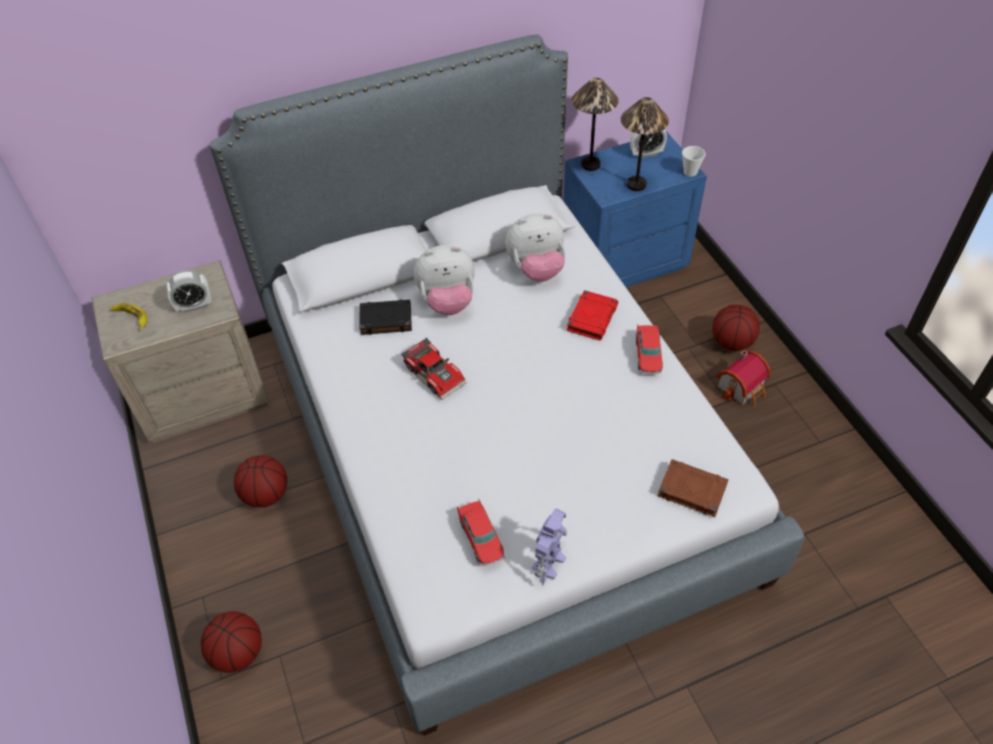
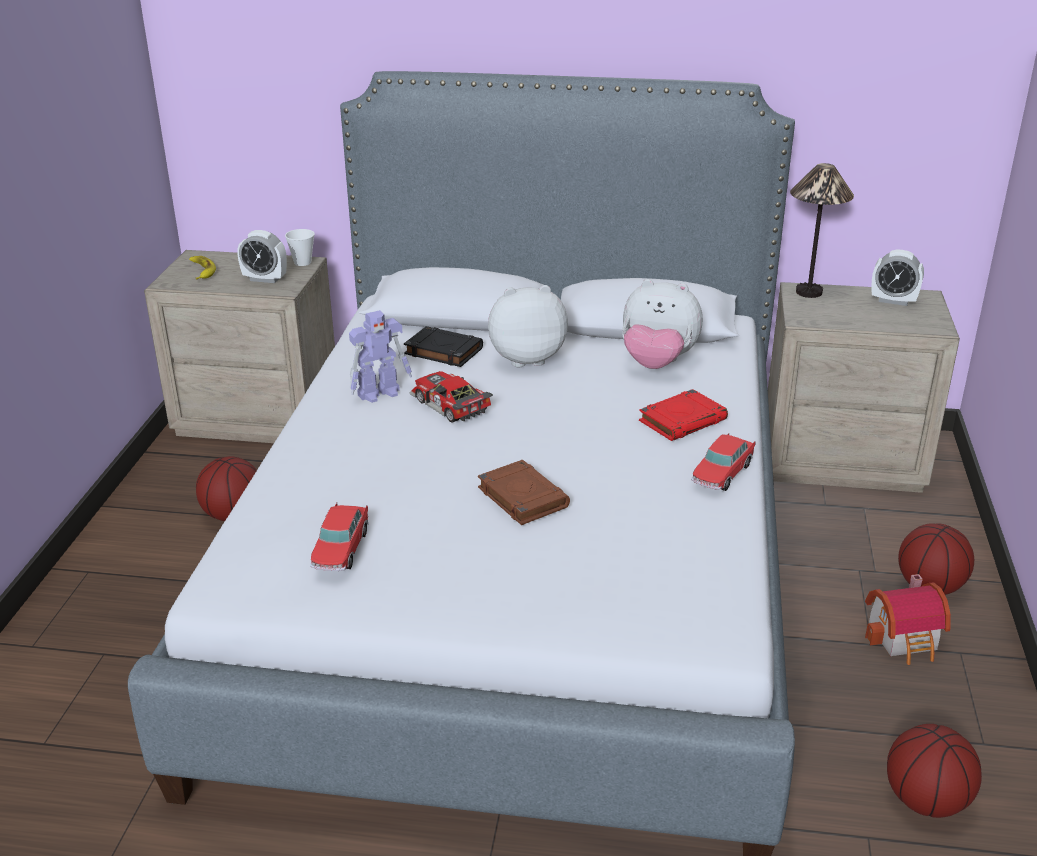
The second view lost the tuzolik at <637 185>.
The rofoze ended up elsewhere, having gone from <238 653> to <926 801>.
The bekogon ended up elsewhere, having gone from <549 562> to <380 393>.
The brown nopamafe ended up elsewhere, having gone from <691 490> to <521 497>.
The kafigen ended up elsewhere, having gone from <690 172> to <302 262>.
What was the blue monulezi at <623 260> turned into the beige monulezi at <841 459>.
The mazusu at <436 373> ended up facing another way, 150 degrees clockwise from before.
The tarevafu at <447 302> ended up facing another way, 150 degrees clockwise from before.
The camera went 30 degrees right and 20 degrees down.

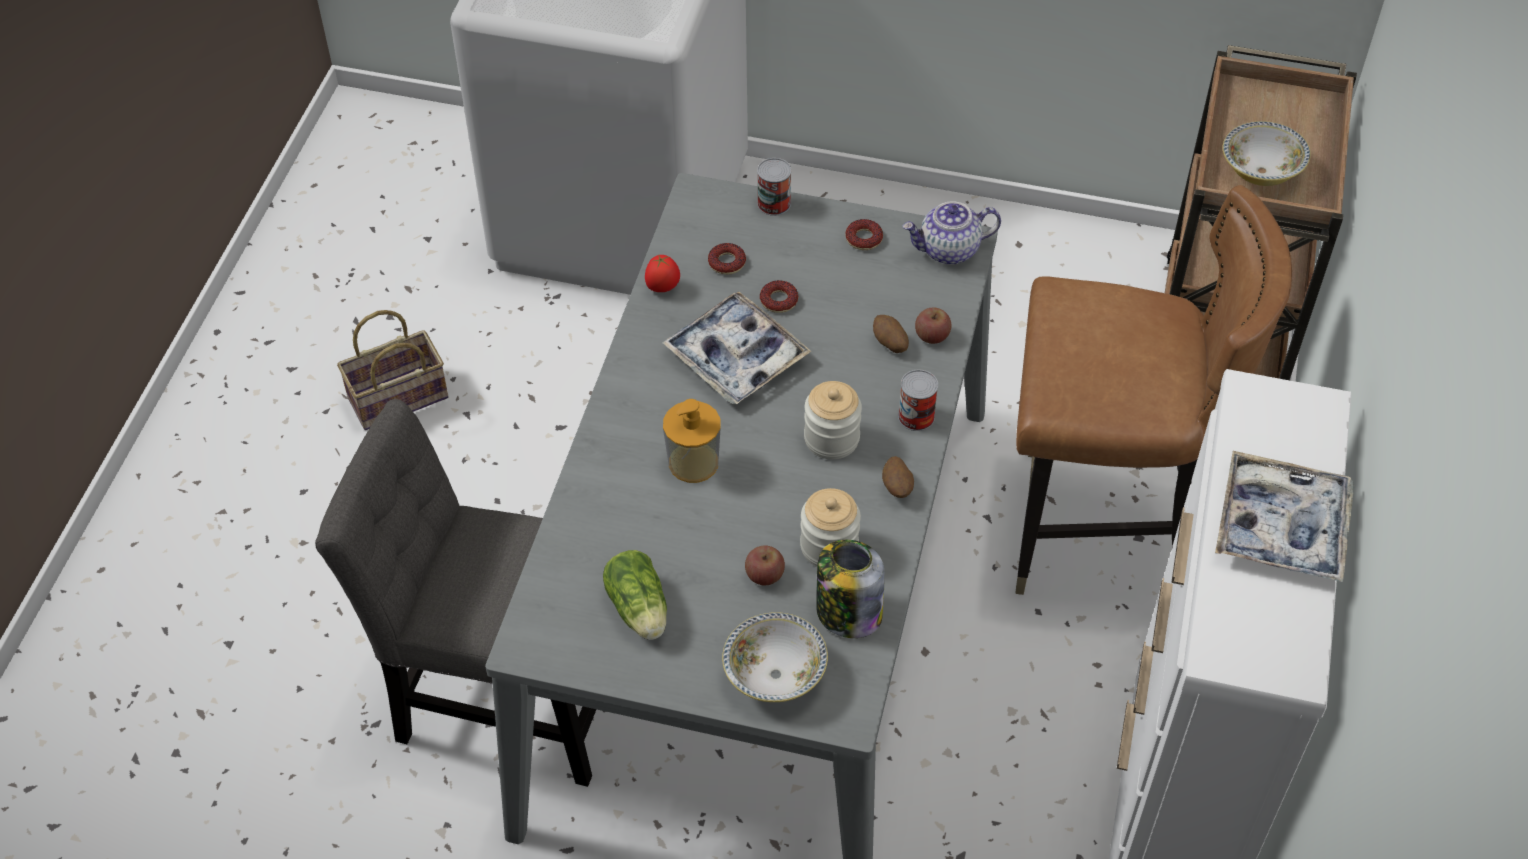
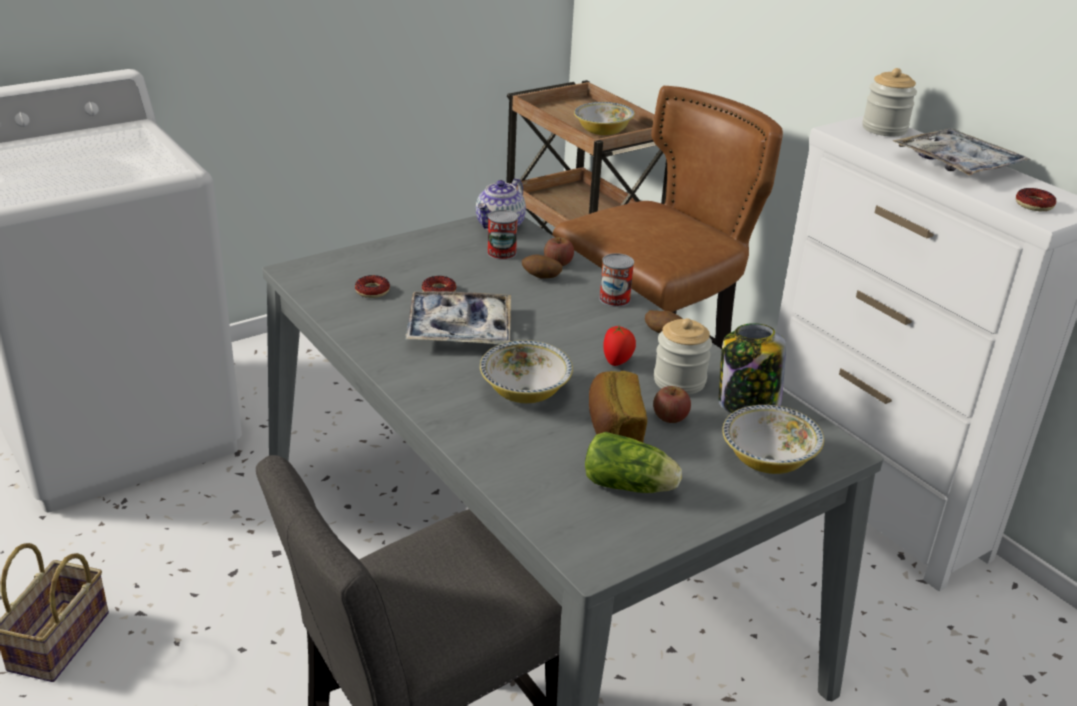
The second view gained the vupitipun at <613 428>.
The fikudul ended up elsewhere, having gone from <663 288> to <617 362>.
The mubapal ended up elsewhere, having gone from <774 203> to <501 253>.
The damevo ended up elsewhere, having gone from <831 438> to <884 129>.
The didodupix ended up elsewhere, having gone from <863 238> to <1034 205>.
Where the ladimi stood at <693 462>, the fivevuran came to stand at <525 392>.
The camera went 50 degrees left and 20 degrees down.

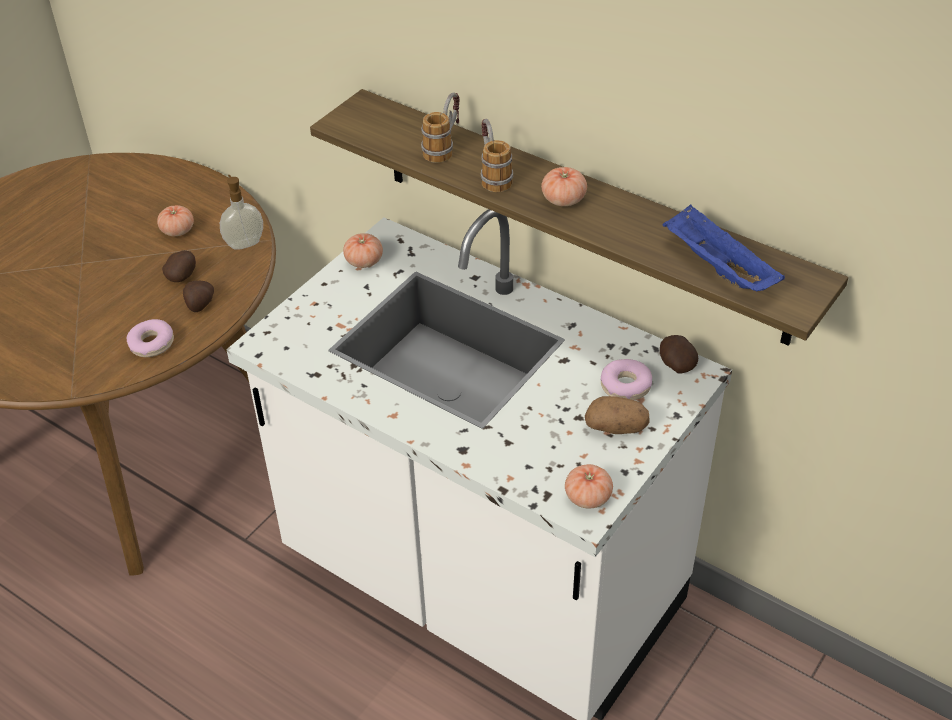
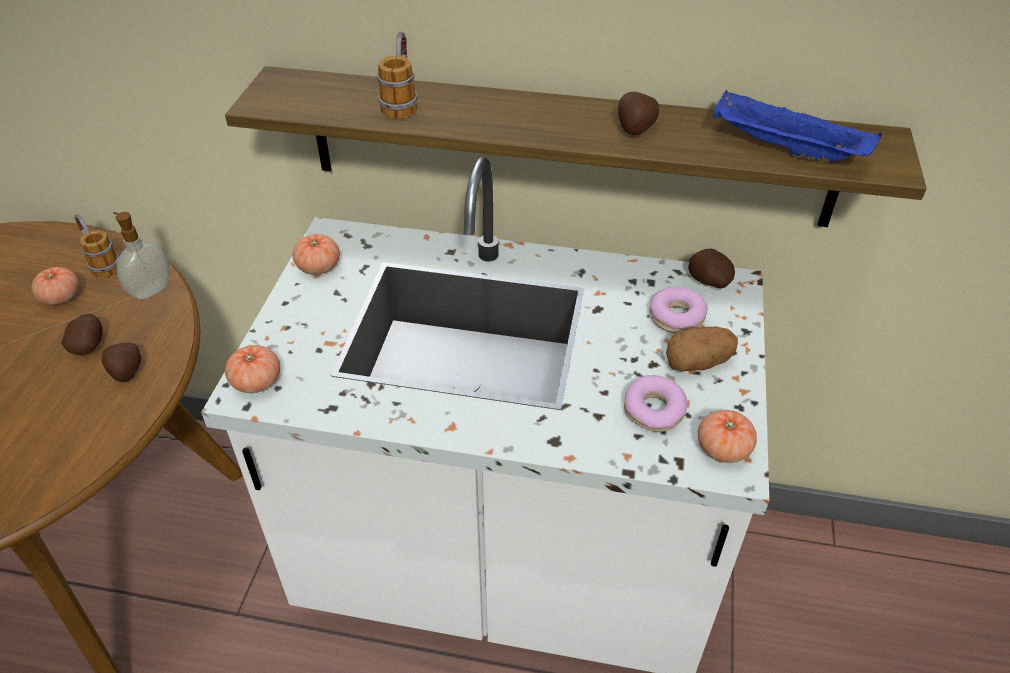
The second view gained the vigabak at <635 129>.
The didodupix ended up elsewhere, having gone from <151 344> to <653 411>.
The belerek ended up elsewhere, having gone from <492 175> to <101 262>.
The fikudul ended up elsewhere, having gone from <563 199> to <256 382>.
The camera went 25 degrees left and 0 degrees up.

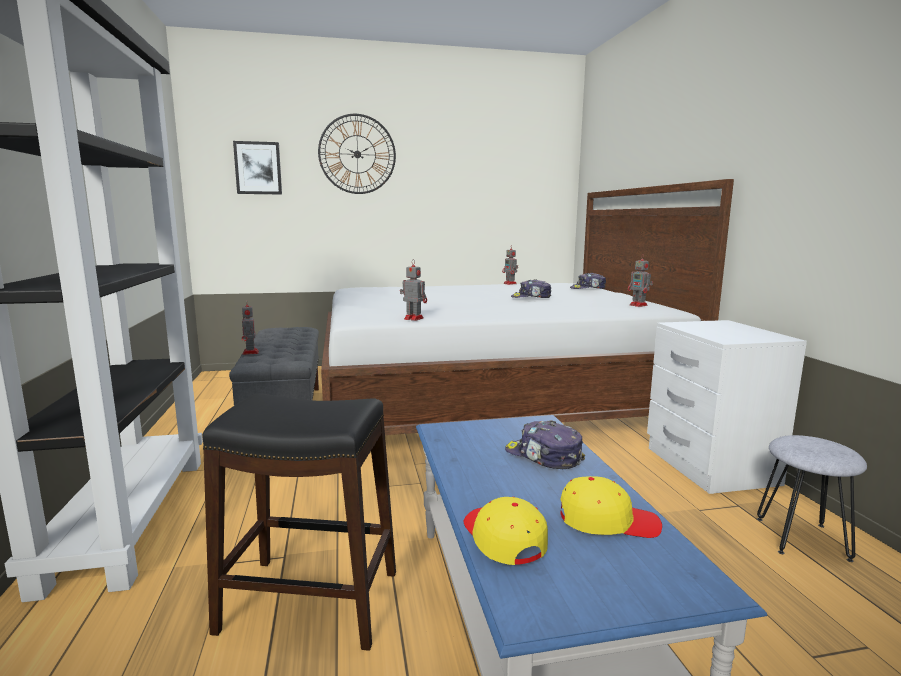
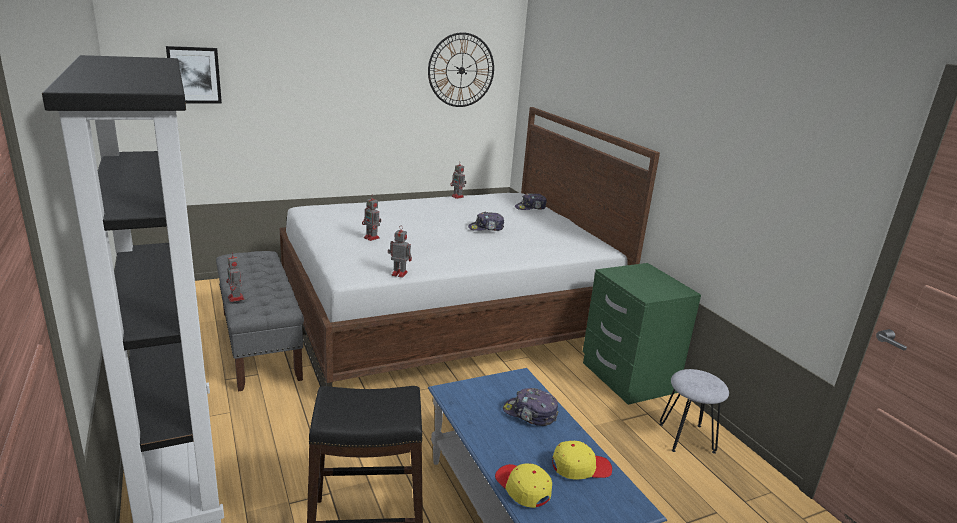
The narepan ended up elsewhere, having gone from <357 154> to <461 70>.
The bekogon ended up elsewhere, having gone from <639 305> to <372 238>.
What was the white monulezi at <708 466> turned into the green monulezi at <627 378>.
The camera went 15 degrees left and 10 degrees up.

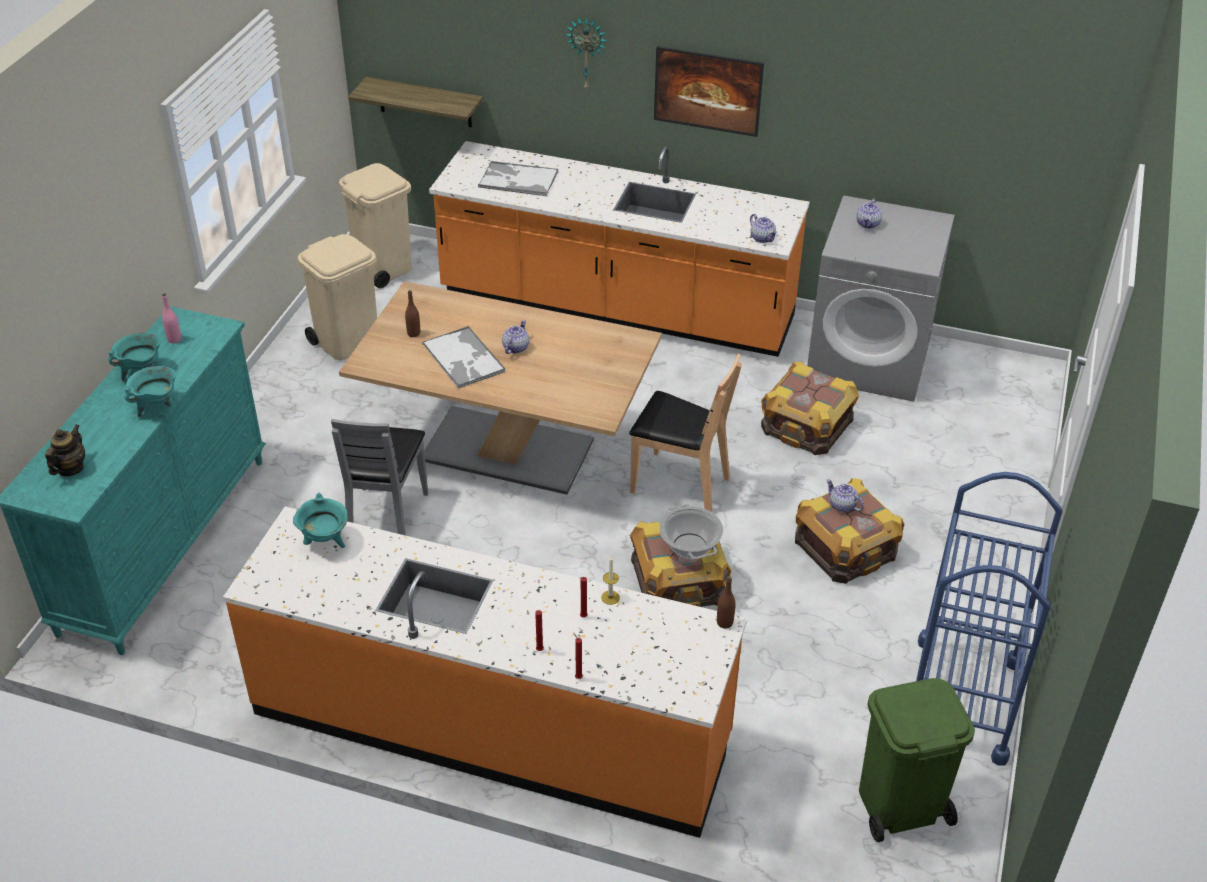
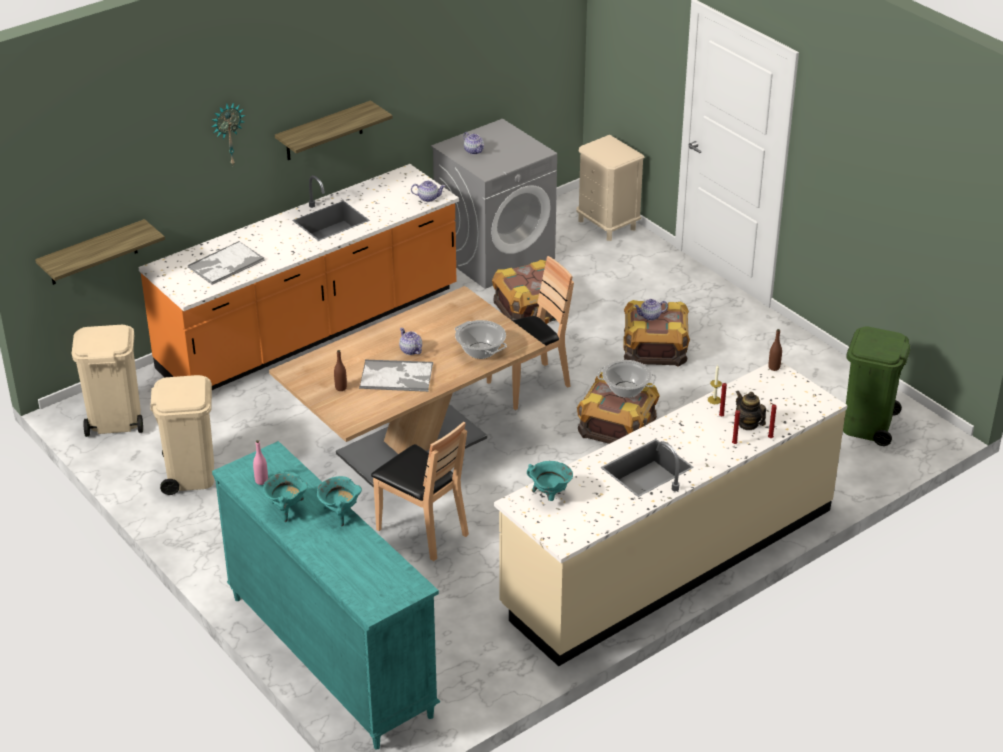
The second view lost the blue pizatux at <961 699>.
The second view gained the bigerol at <481 351>.
The second view gained the beige monulezi at <607 224>.
The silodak ended up elsewhere, having gone from <70 468> to <748 424>.
Where the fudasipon hung at <706 109>, the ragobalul came to hang at <324 131>.
What was the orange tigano at <491 725> turned into the beige tigano at <668 558>.
What was the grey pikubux at <386 518> turned into the brown pikubux at <422 531>.
The camera went 55 degrees left and 5 degrees down.

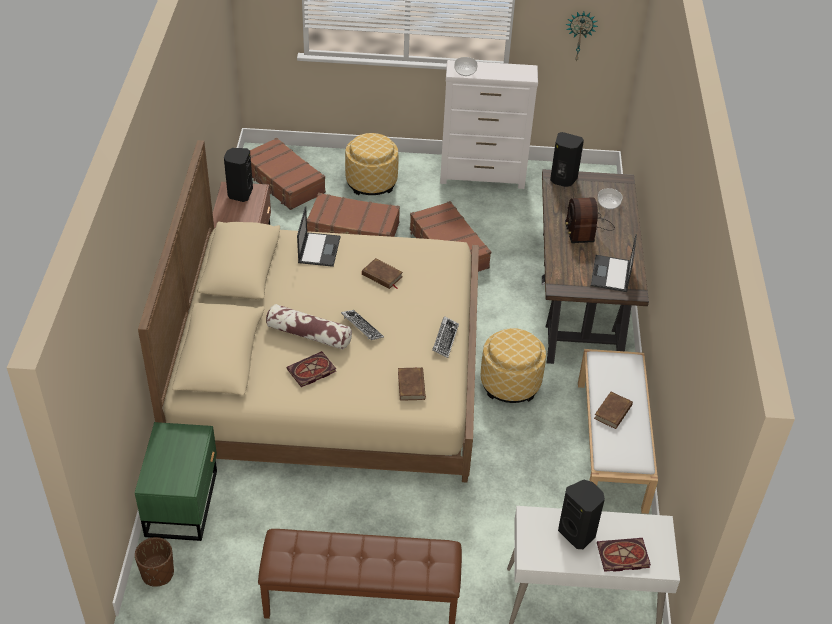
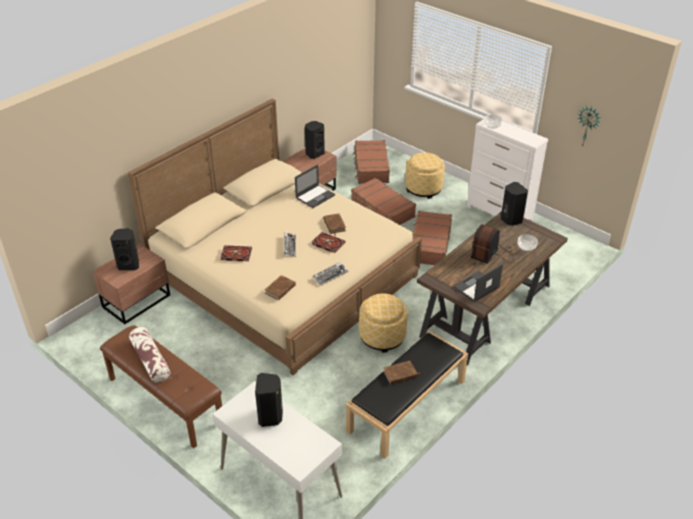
The second view lost the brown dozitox at <157 574>.
The second view gained the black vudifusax at <129 265>.
The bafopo ended up elsewhere, having gone from <308 334> to <150 360>.
The nopamafe ended up elsewhere, having gone from <622 557> to <327 243>.
What was the green monulezi at <183 502> turned into the brown monulezi at <138 301>.
What was the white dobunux at <612 445> turned into the black dobunux at <407 406>.
The camera went 40 degrees right and 5 degrees down.

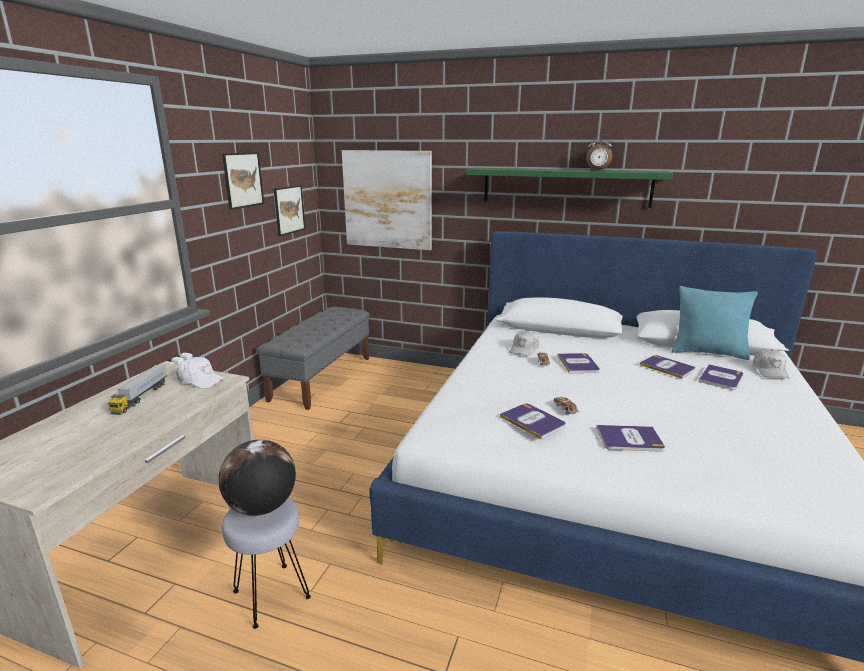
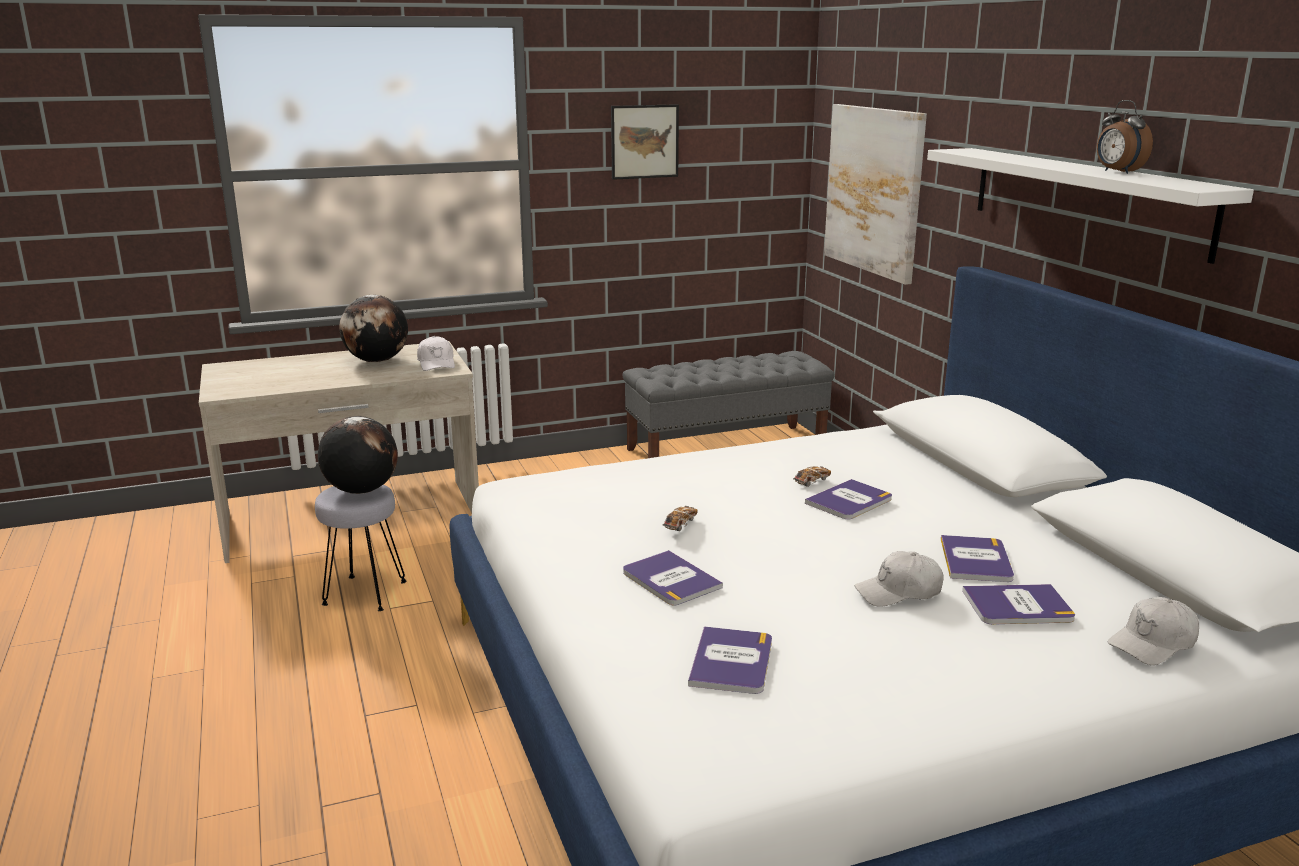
The second view lost the fudasipon at <289 210>.
The second view lost the turquoise bafopo at <708 352>.
The nopamafe ended up elsewhere, having gone from <533 421> to <731 661>.
The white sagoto ended up elsewhere, having gone from <524 349> to <899 592>.
Where the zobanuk stood at <141 397>, the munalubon came to stand at <377 361>.
What was the green ragobalul at <565 187> turned into the white ragobalul at <1085 199>.
The camera went 50 degrees right and 0 degrees up.

